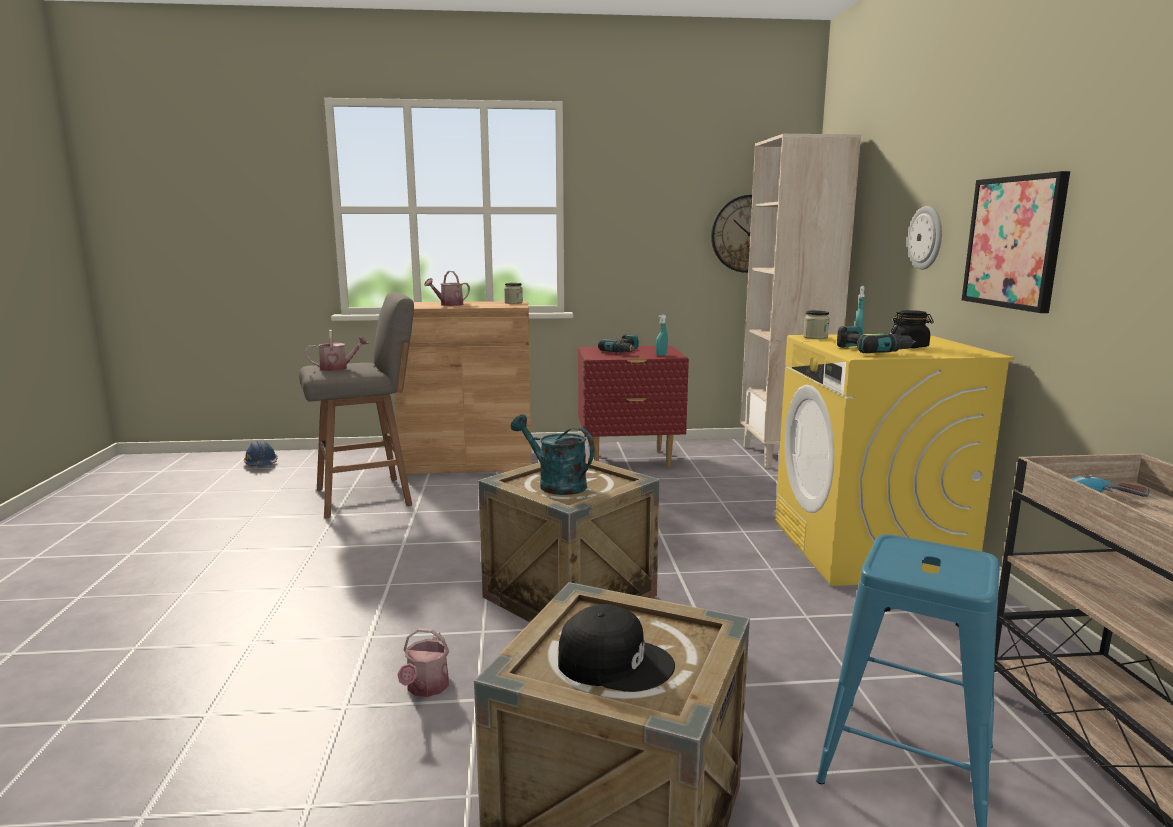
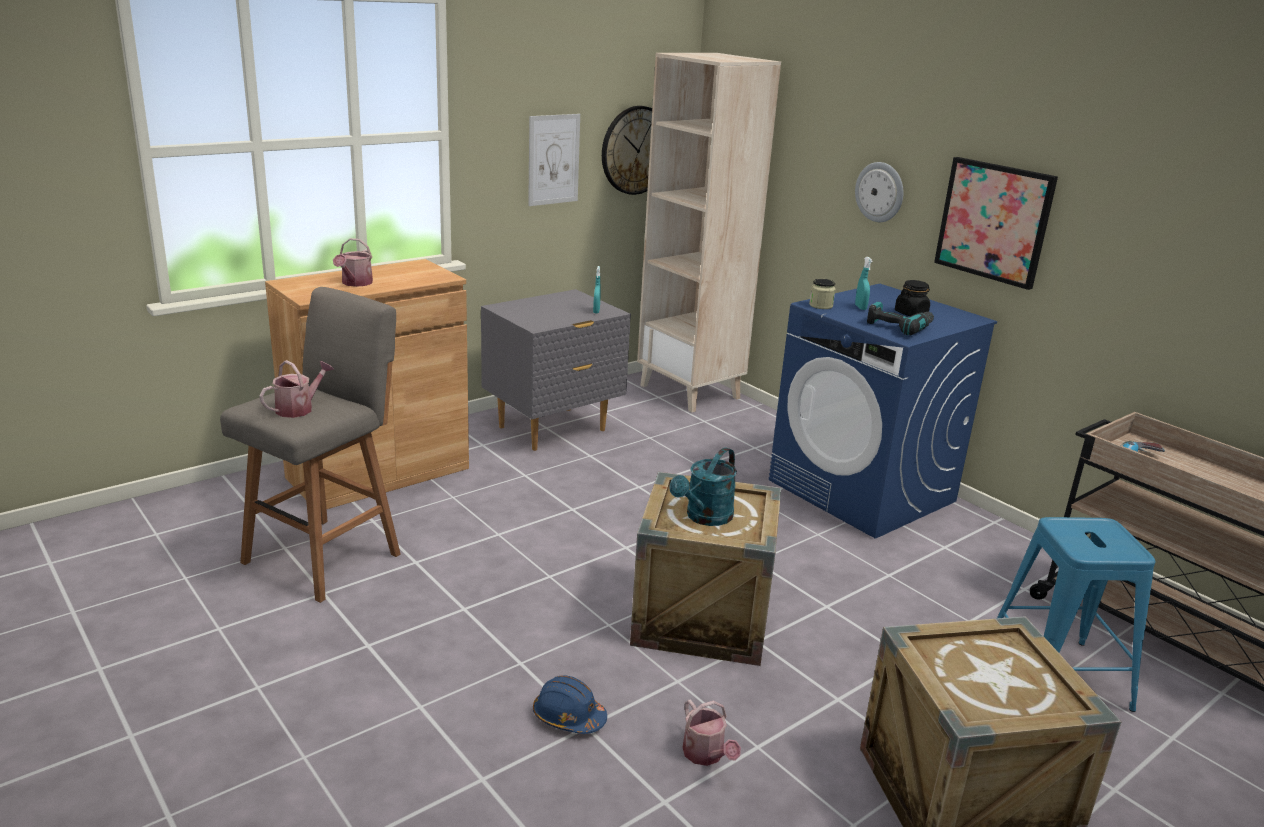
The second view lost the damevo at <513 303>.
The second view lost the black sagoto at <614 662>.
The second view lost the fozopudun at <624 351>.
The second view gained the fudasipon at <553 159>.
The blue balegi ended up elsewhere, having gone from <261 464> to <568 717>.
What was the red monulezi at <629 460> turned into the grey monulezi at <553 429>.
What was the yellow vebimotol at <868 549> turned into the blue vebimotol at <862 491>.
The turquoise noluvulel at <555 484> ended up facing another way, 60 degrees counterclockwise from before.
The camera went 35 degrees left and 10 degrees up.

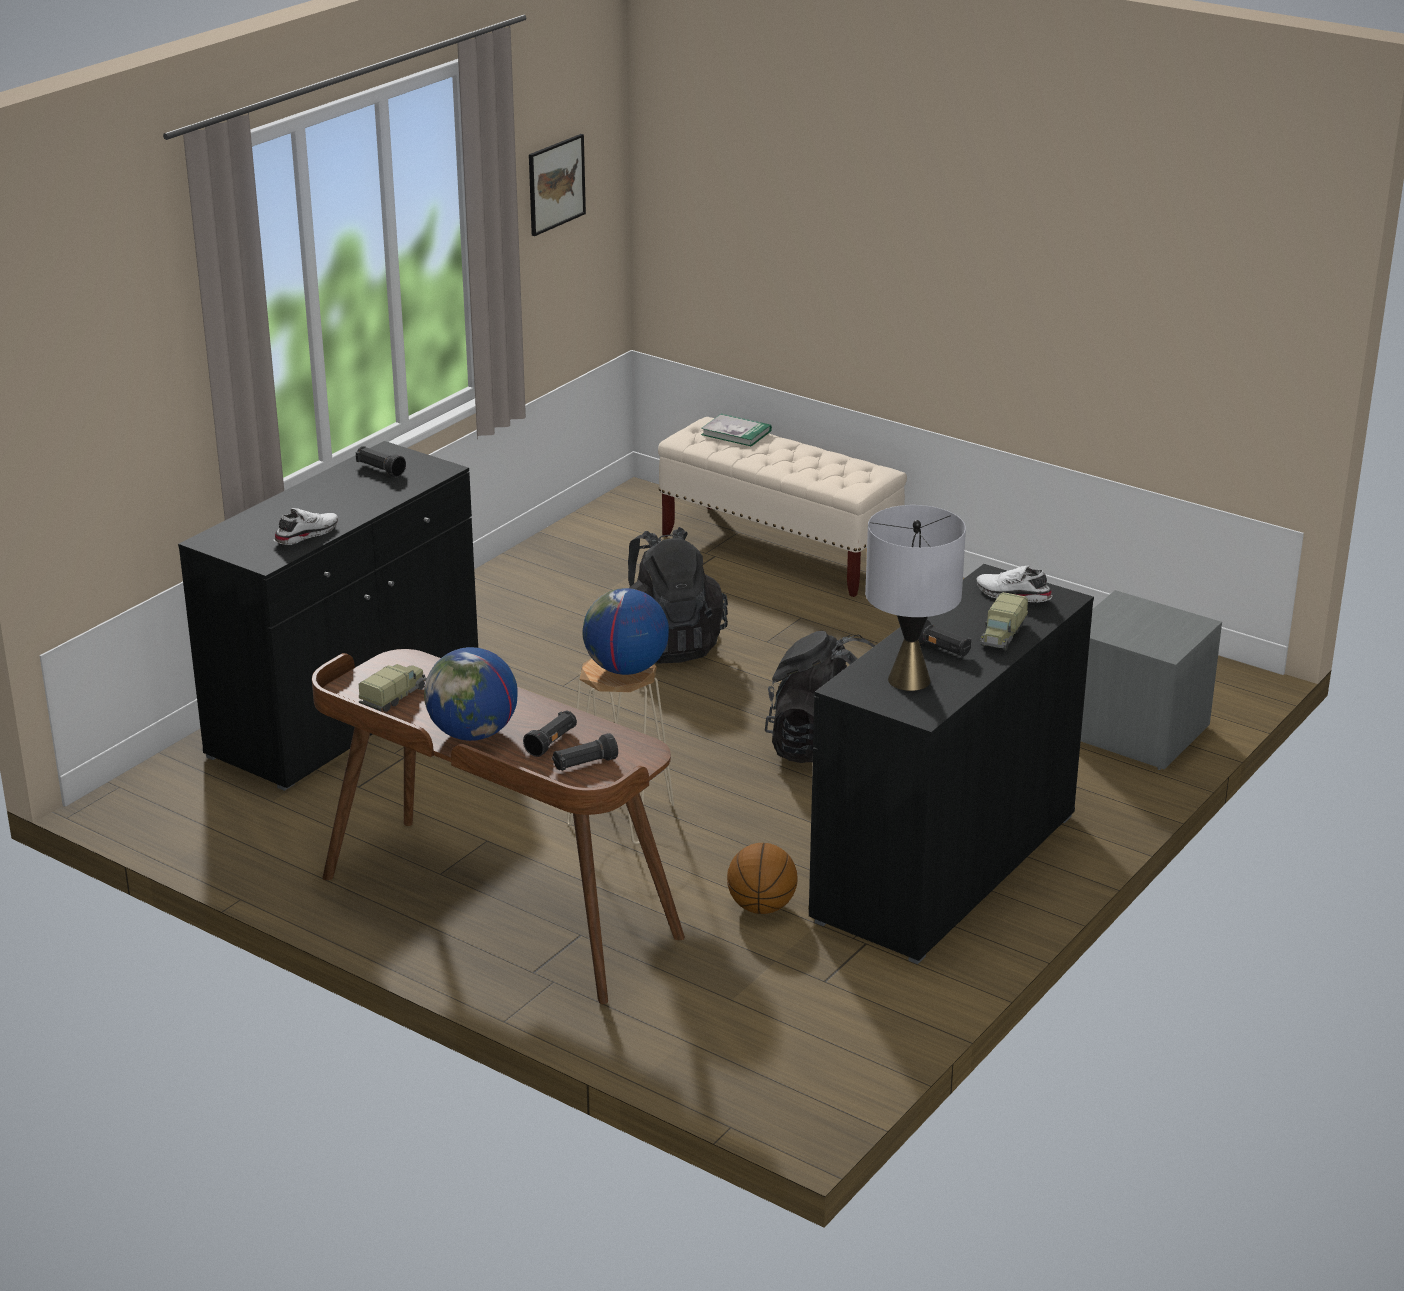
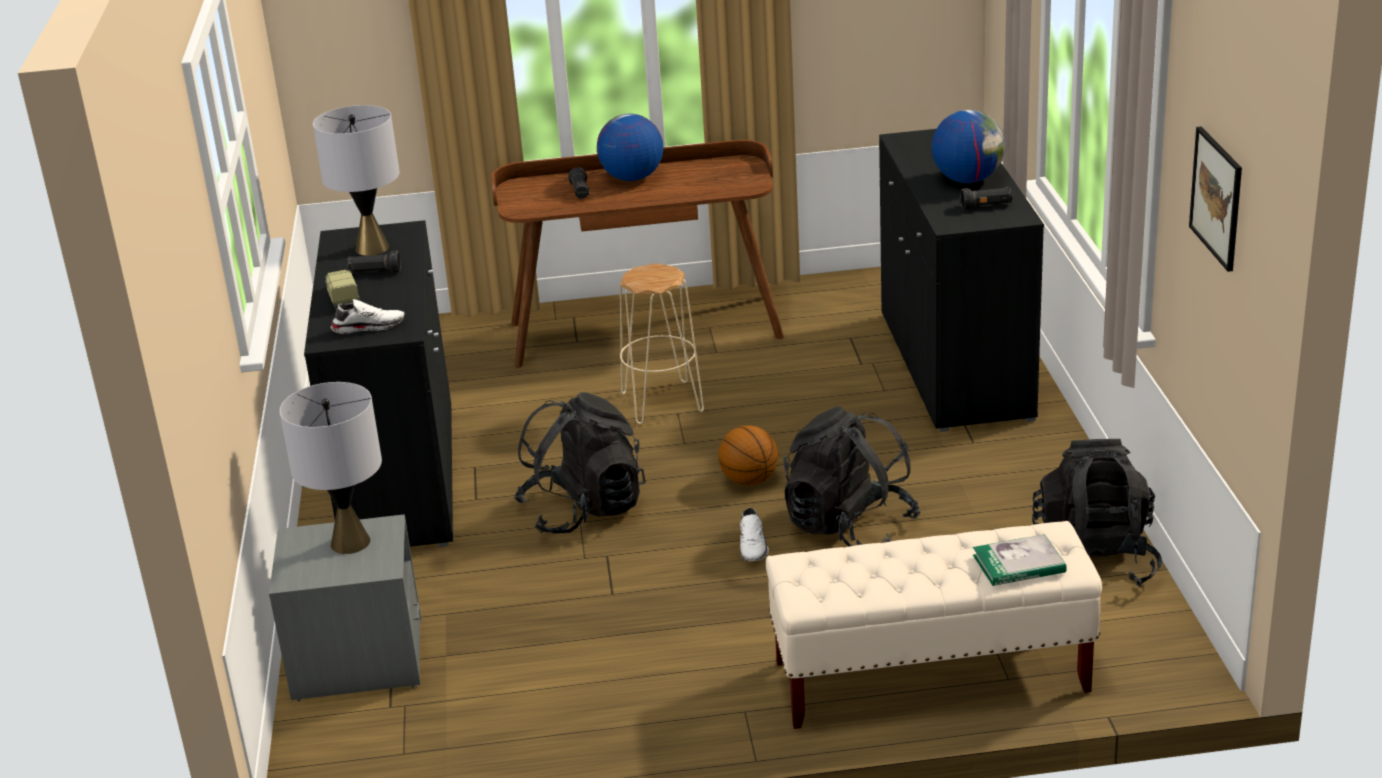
The second view lost the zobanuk at <394 697>.
The second view lost the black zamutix at <584 764>.
The second view gained the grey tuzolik at <350 542>.
The second view gained the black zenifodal at <1094 561>.
The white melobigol ended up elsewhere, having gone from <305 534> to <754 546>.
The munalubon ended up elsewhere, having gone from <626 669> to <967 180>.
The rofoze ended up elsewhere, having gone from <762 907> to <749 481>.
The camera went 140 degrees right and 0 degrees up.

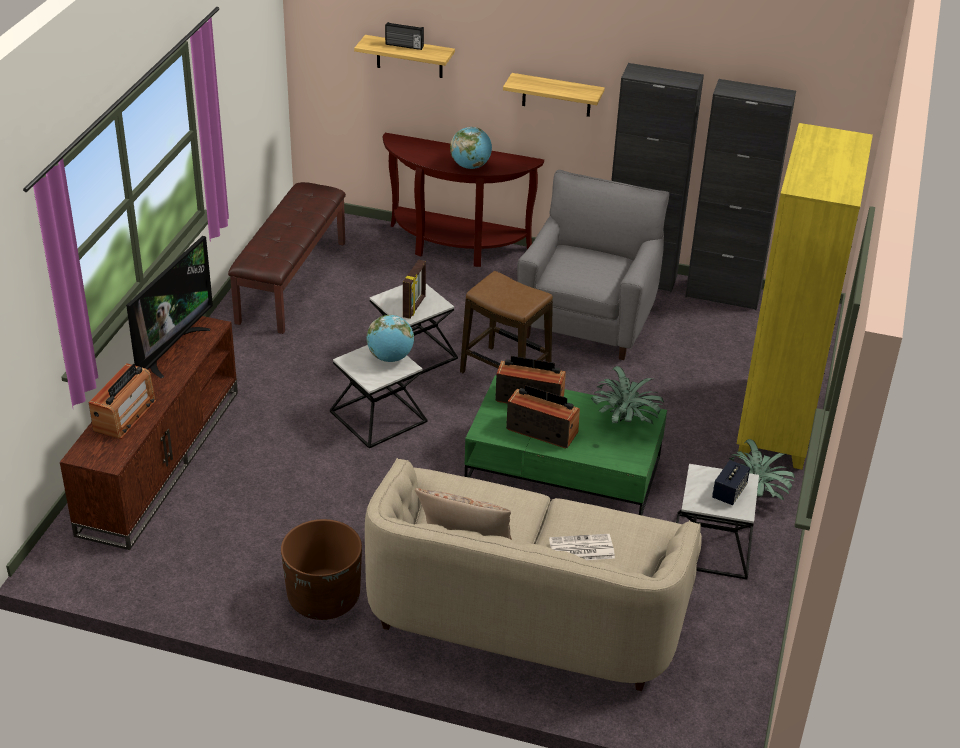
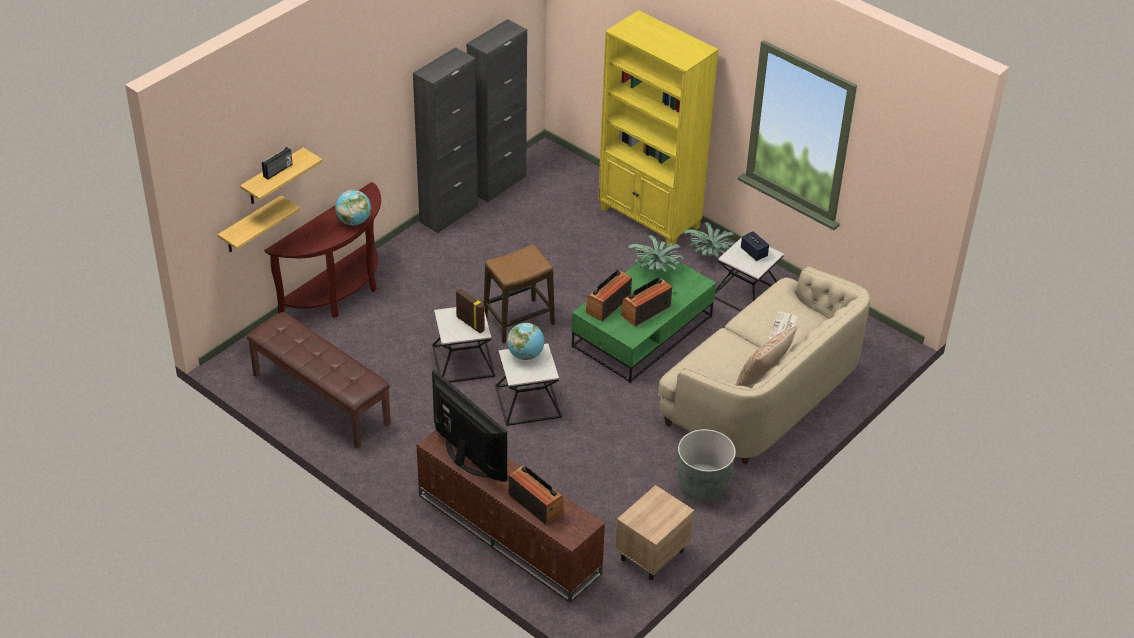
The second view lost the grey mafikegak at <588 320>.
The second view gained the beige monulezi at <651 555>.
The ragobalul ended up elsewhere, having gone from <556 95> to <251 225>.
What was the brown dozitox at <323 597> turned into the grey dozitox at <702 485>.
The camera went 65 degrees left and 5 degrees up.

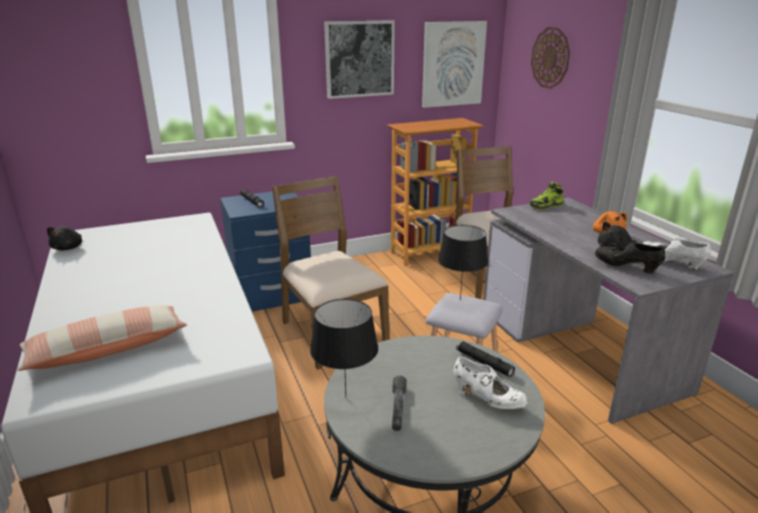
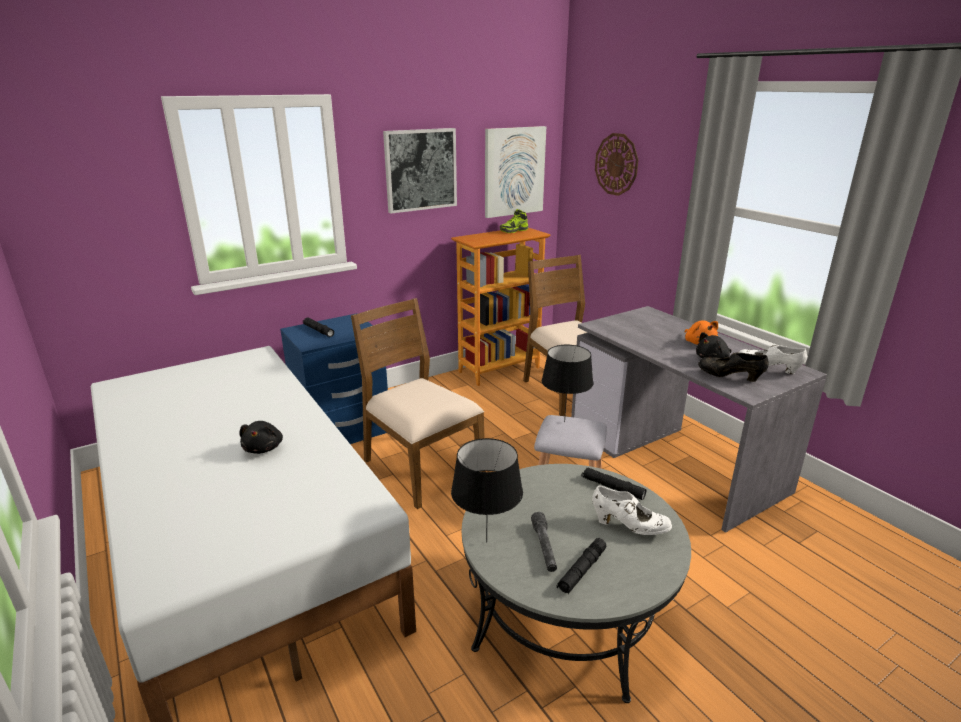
The second view lost the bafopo at <107 349>.
The second view gained the black zamutix at <582 570>.
The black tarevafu ended up elsewhere, having gone from <68 248> to <264 448>.
The melobigol ended up elsewhere, having gone from <546 206> to <514 231>.
The camera went 10 degrees left and 0 degrees up.

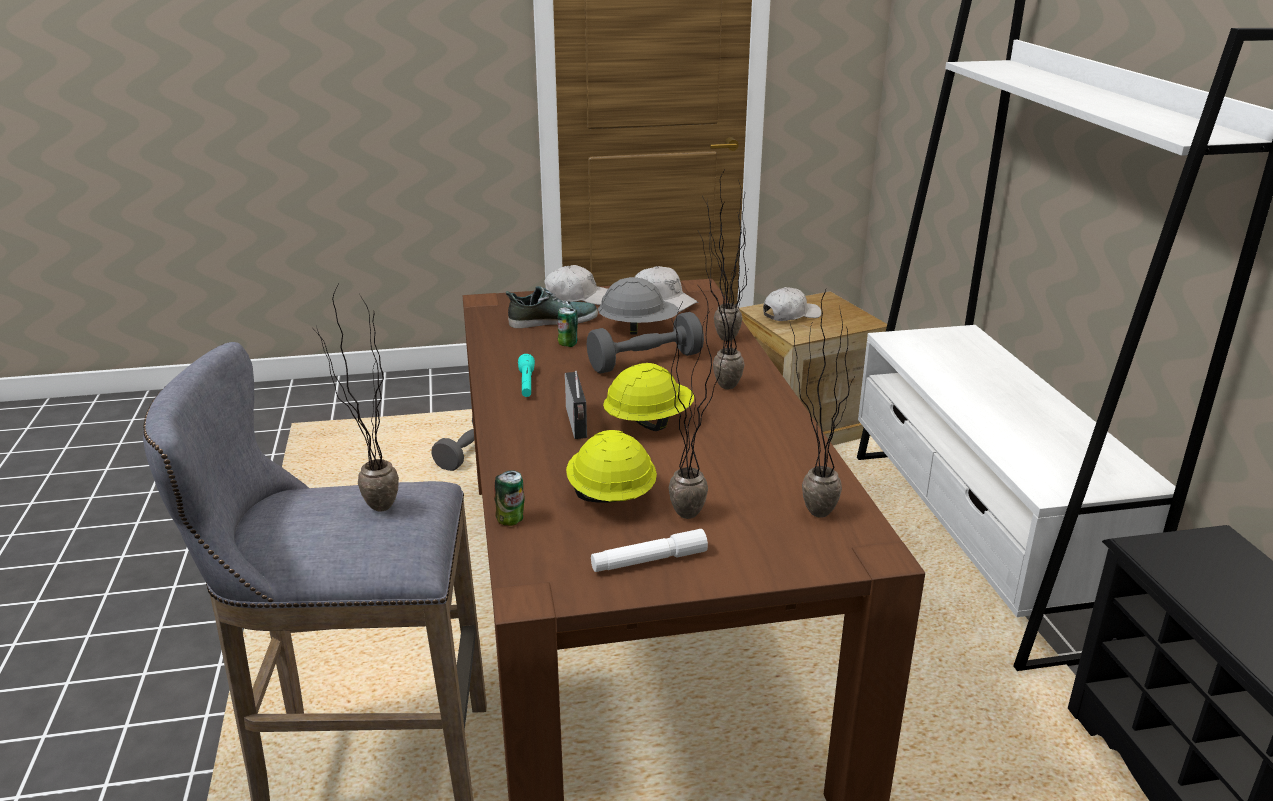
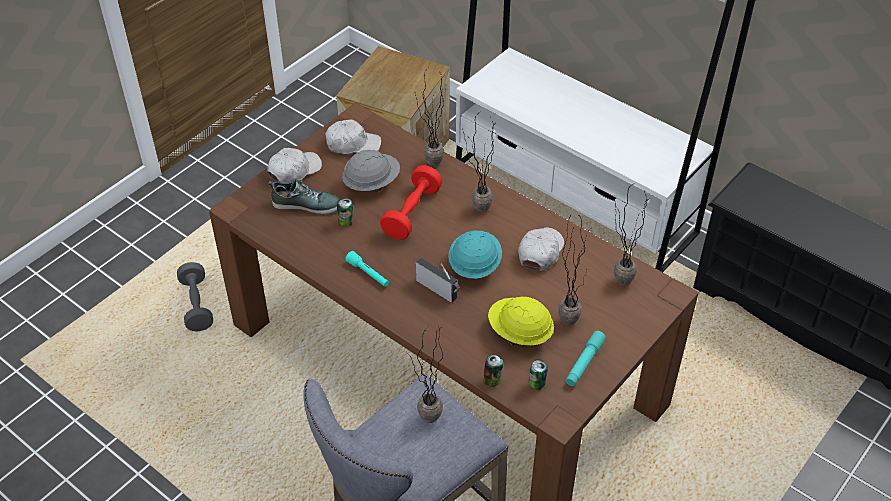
The second view gained the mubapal at <536 384>.
The white sagoto ended up elsewhere, having gone from <790 315> to <540 252>.
What was the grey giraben at <645 361> turned into the red giraben at <412 213>.
What was the white zamutix at <649 560> turned into the turquoise zamutix at <584 362>.
What was the yellow balegi at <648 422> turned into the turquoise balegi at <474 265>.
The melobigol at <552 320> ended up facing another way, 60 degrees clockwise from before.
The camera went 40 degrees left and 20 degrees up.

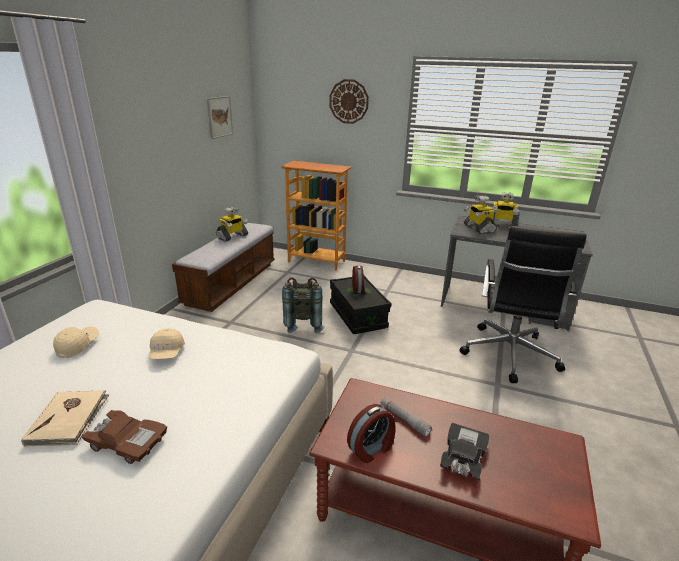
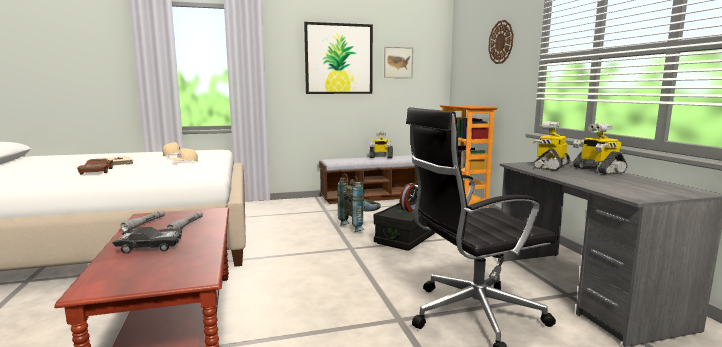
The second view gained the fudasipon at <339 59>.
Where the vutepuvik stood at <372 449>, the grey zamutix came to stand at <144 224>.
The camera went 55 degrees right and 15 degrees down.

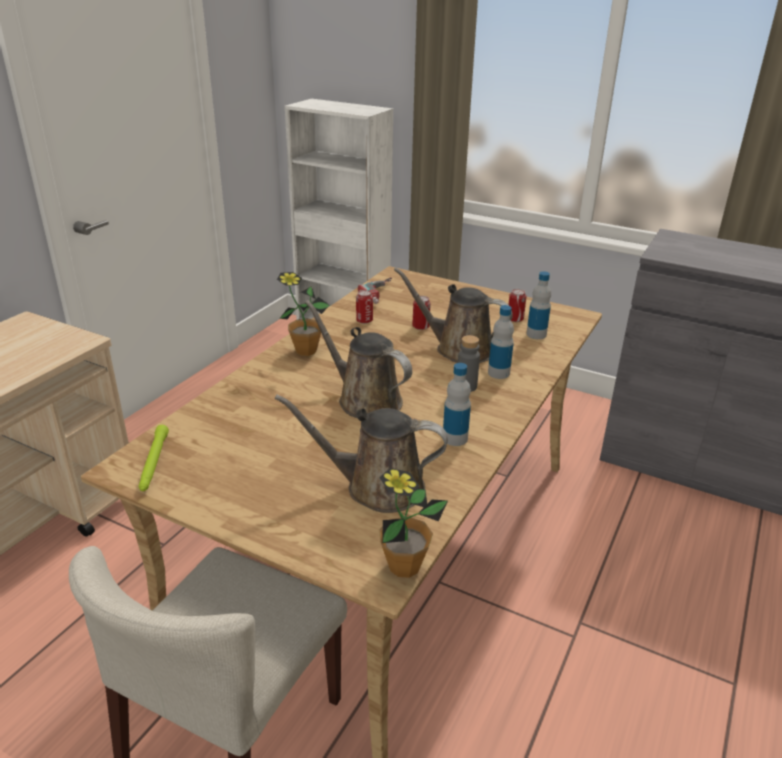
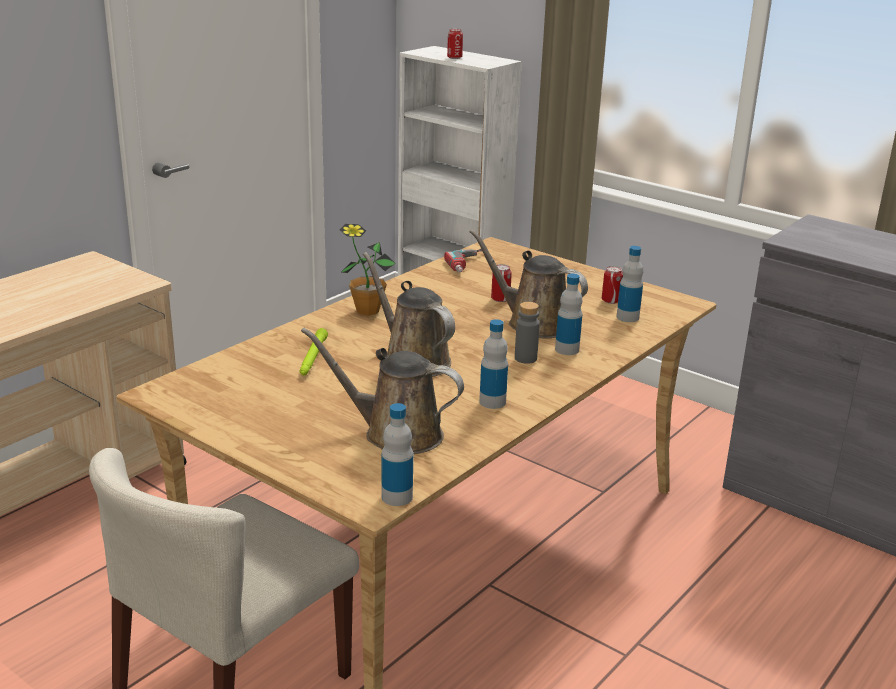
The green zamutix ended up elsewhere, having gone from <154 463> to <313 358>.
The mubapal ended up elsewhere, having gone from <364 320> to <454 58>.
Where the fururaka stood at <404 566>, the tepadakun came to stand at <397 497>.
The camera went 10 degrees right and 5 degrees down.

